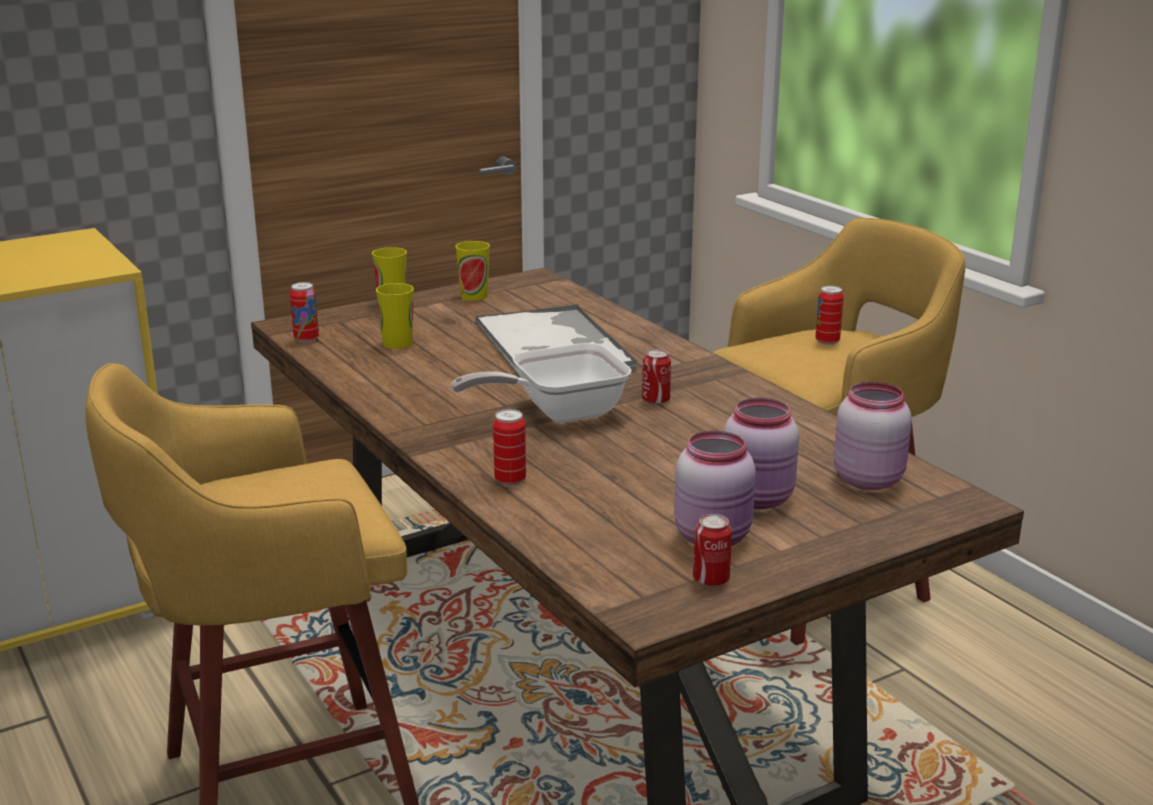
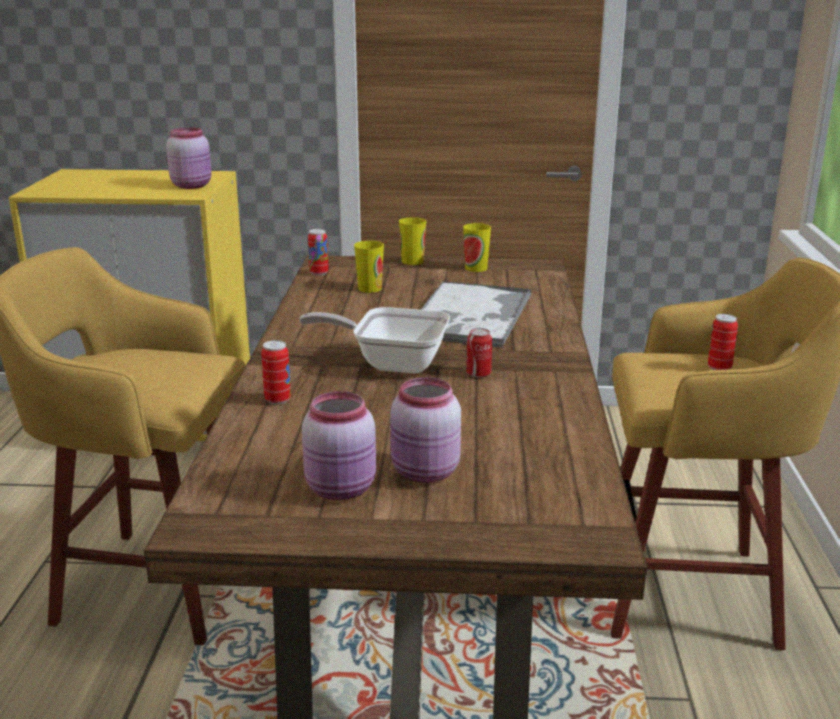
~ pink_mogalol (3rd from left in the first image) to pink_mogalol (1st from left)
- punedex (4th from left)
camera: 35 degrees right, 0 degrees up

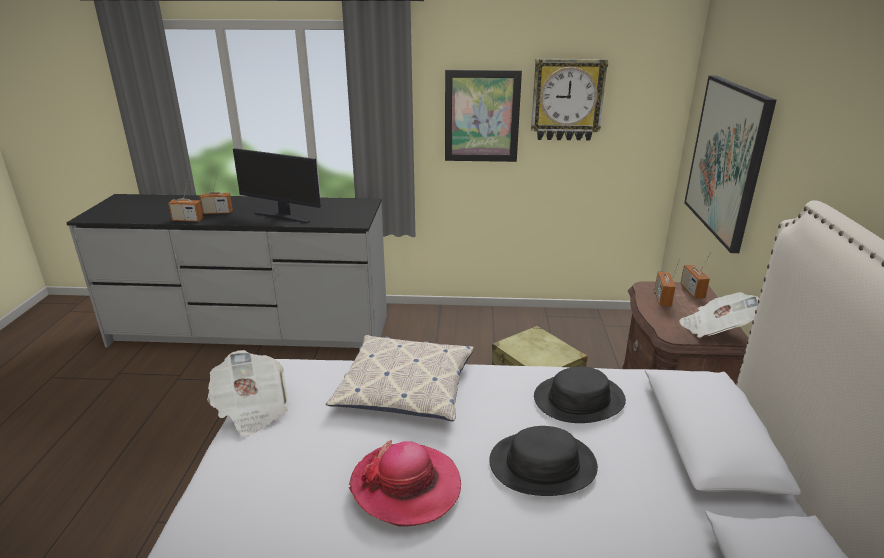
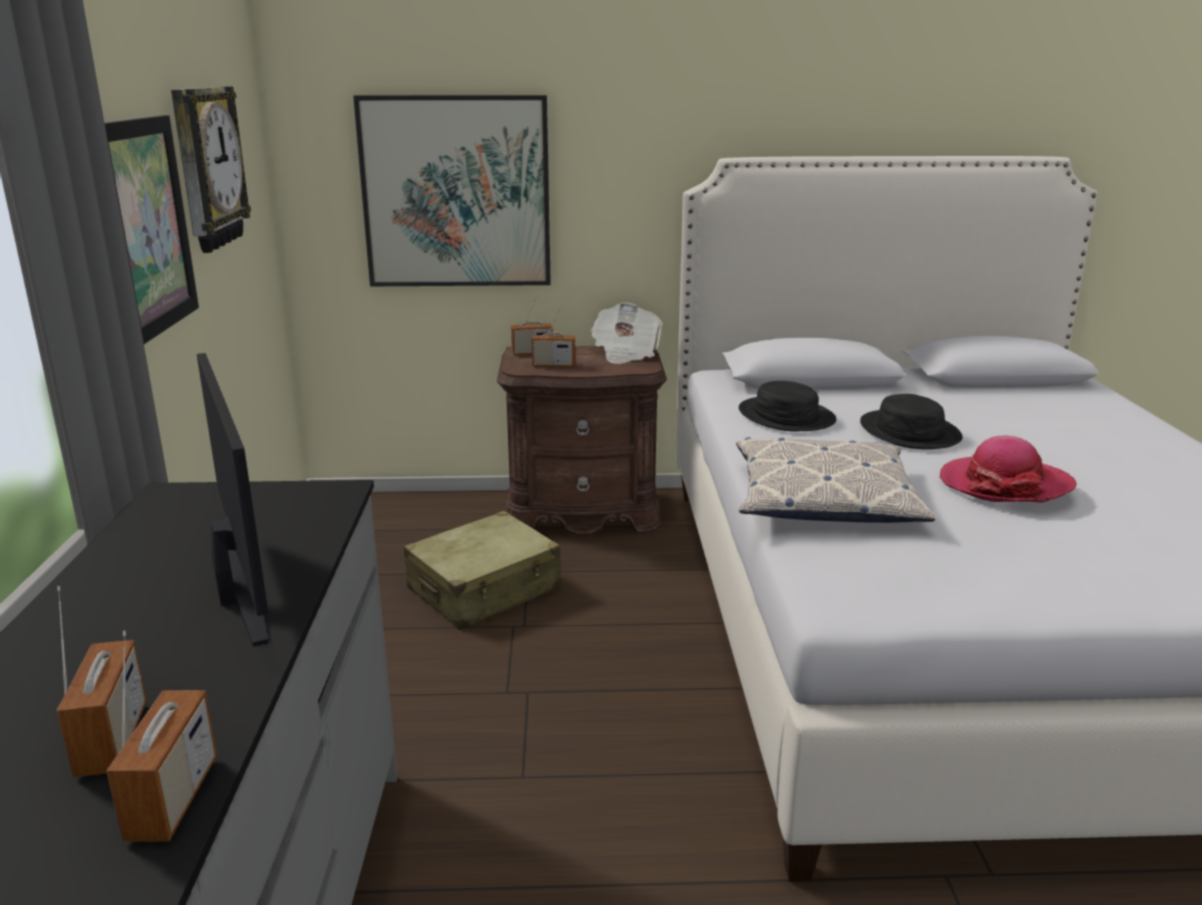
~ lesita 45 degrees counterclockwise
- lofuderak (1st from left)
camera: 95 degrees left, 5 degrees down

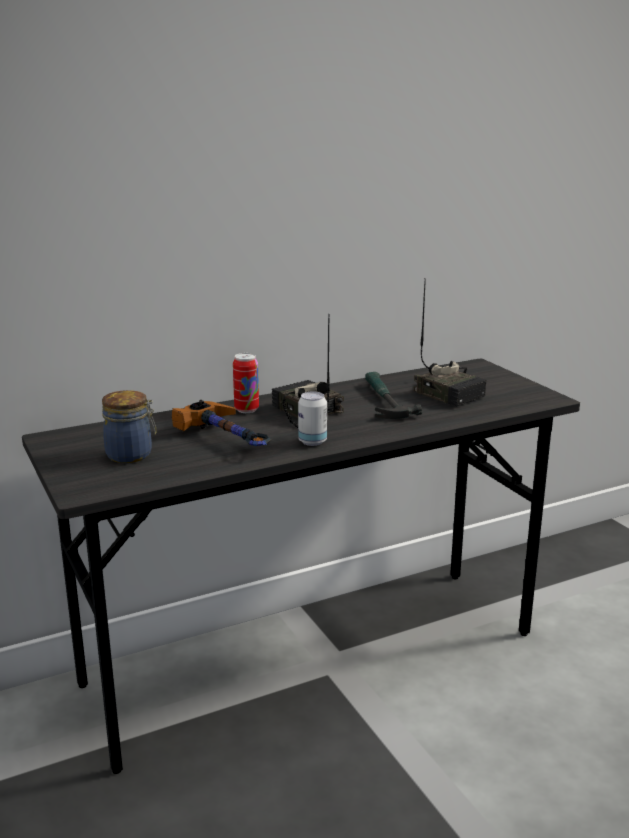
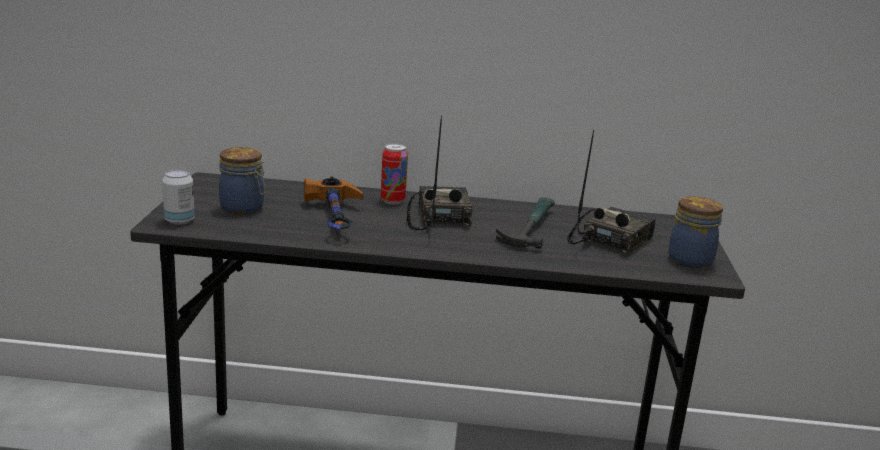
~ punedex (2nd from left in the first image) to punedex (1st from left)
~ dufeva (2nd from left) 135 degrees counterclockwise
+ mogalol (2nd from left)
camera: 30 degrees right, 0 degrees up

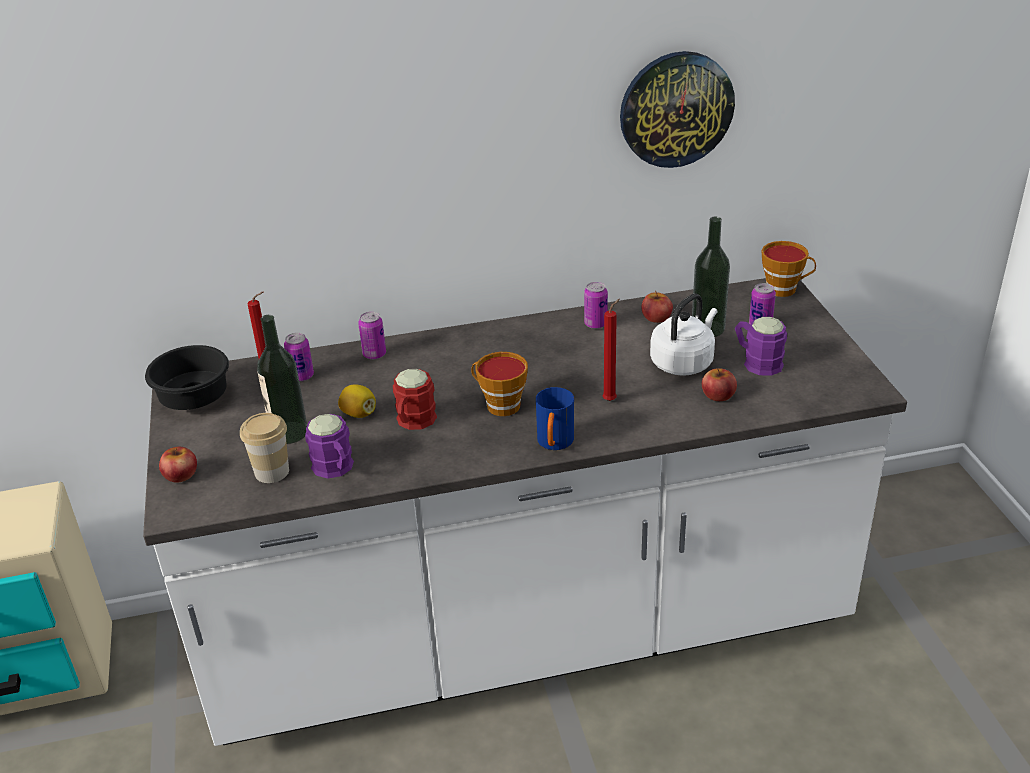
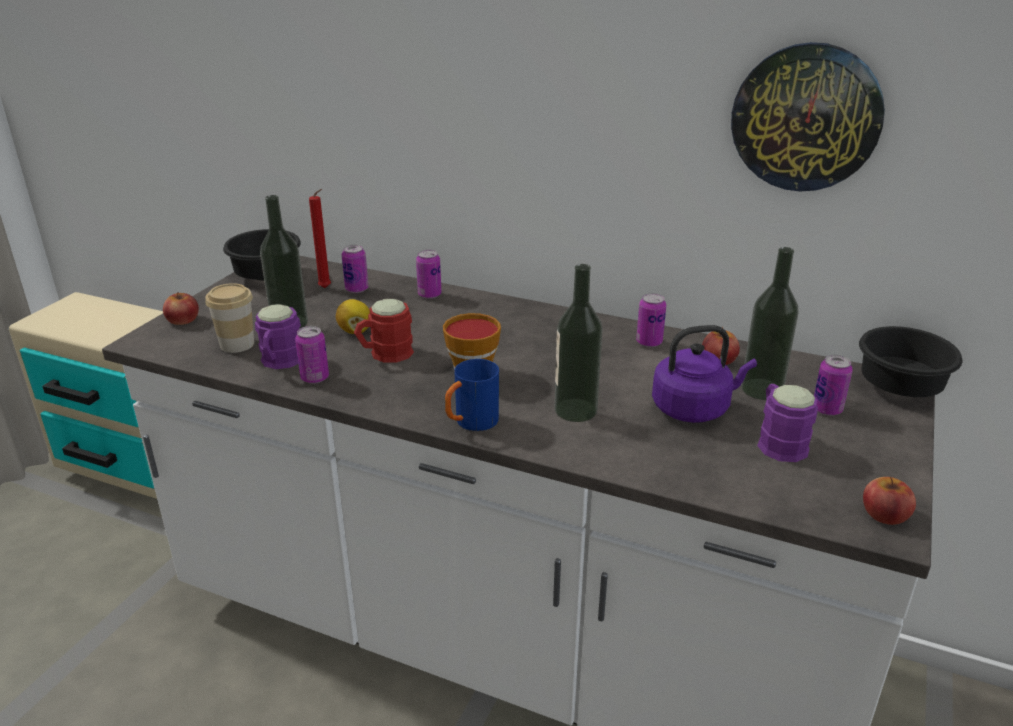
+ punedex (1st from left)
~ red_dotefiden (2nd from left) to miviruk (2nd from left)
~ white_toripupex to purple_toripupex
~ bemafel (3rd from left) to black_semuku (2nd from left)
~ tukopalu (3rd from left)
camera: 35 degrees right, 5 degrees down

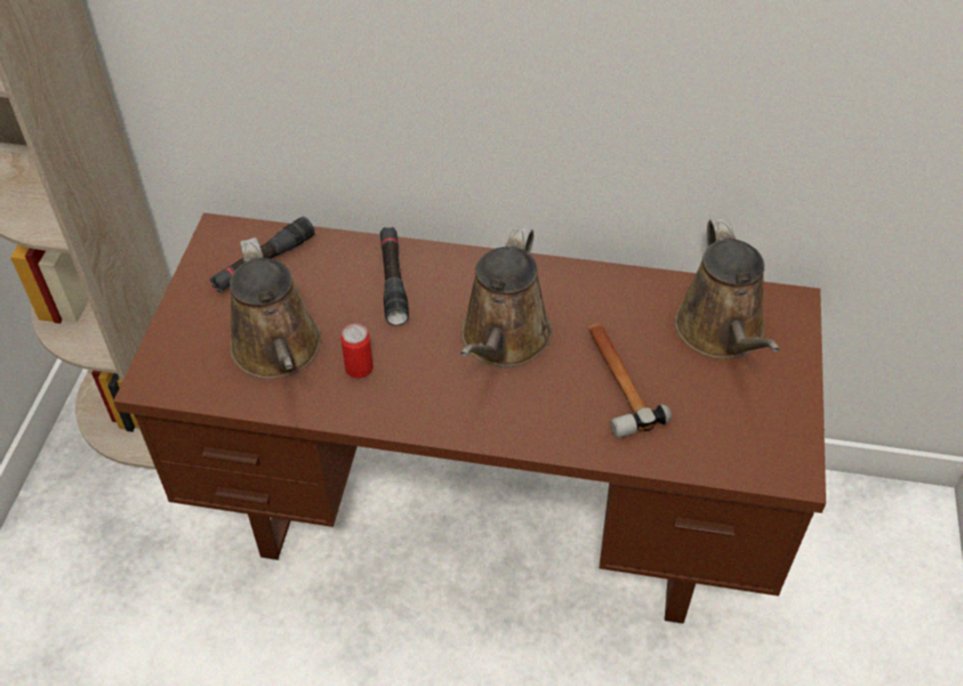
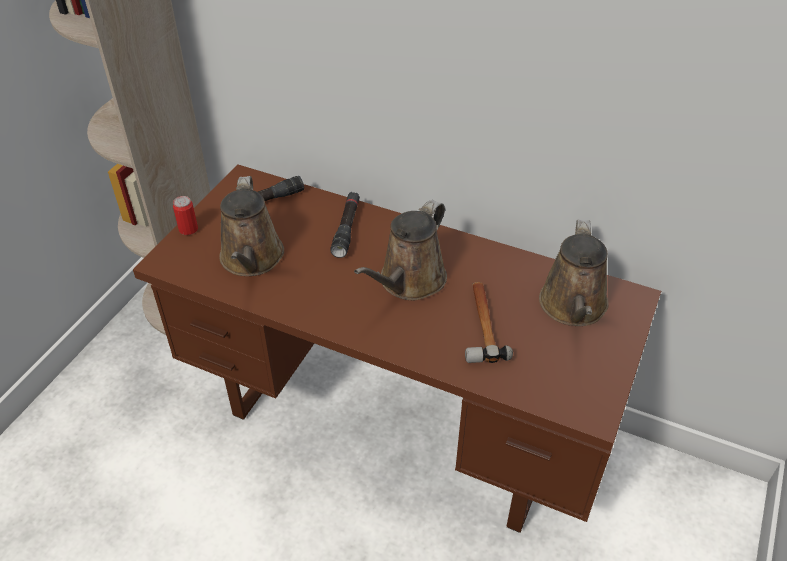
~ punedex
camera: 15 degrees right, 5 degrees down

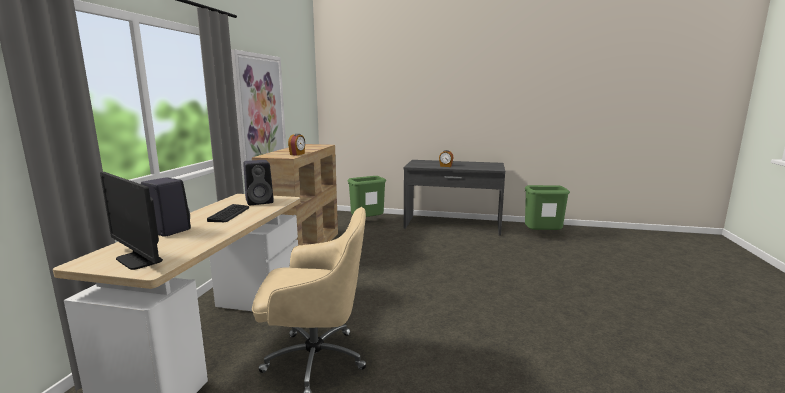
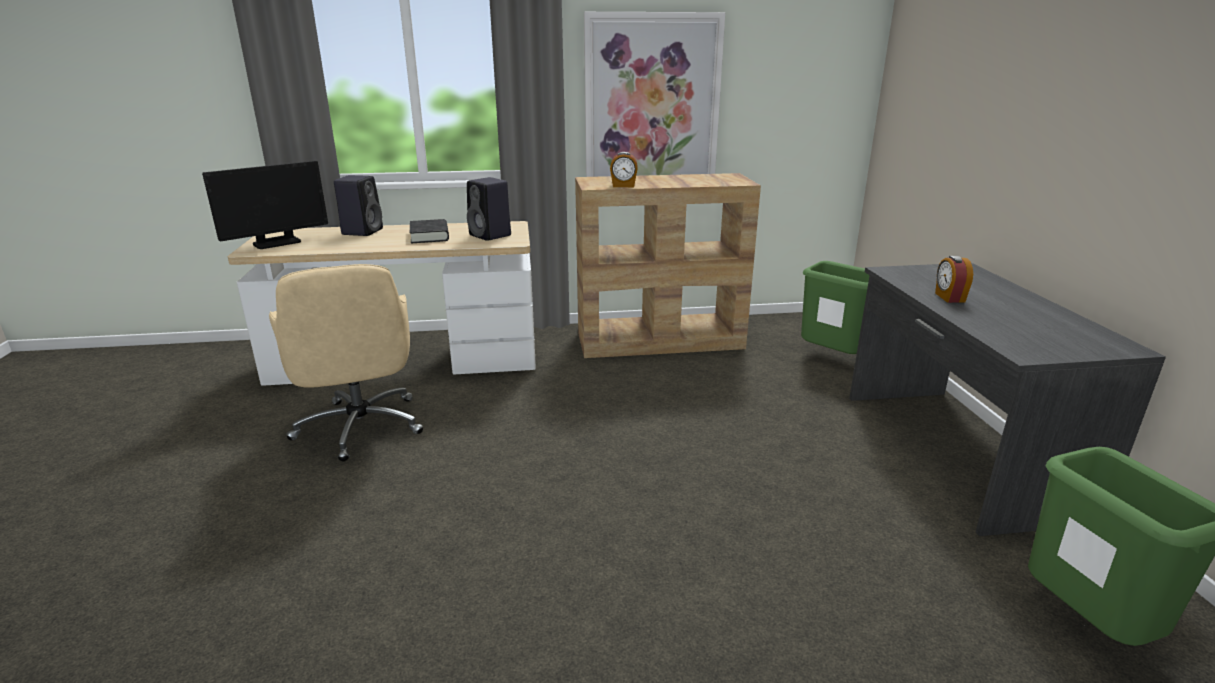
~ lesita 150 degrees counterclockwise
~ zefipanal to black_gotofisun
camera: 70 degrees right, 10 degrees up

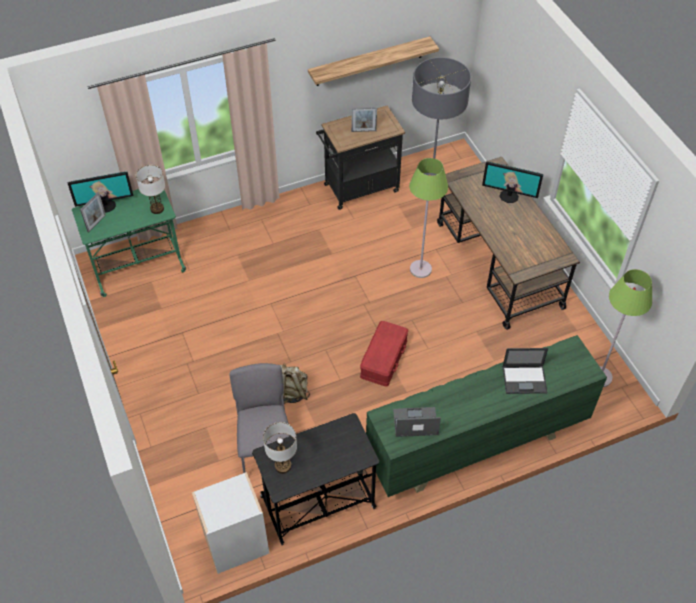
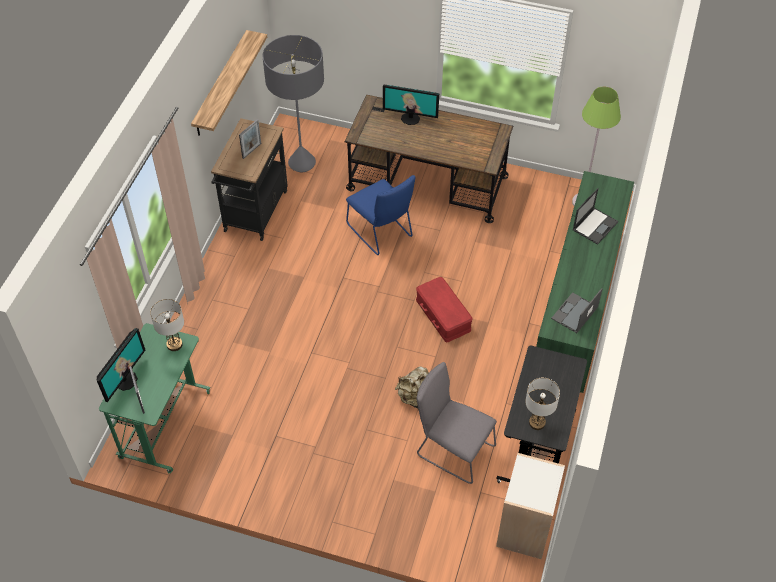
~ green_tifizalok (1st from left) to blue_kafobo
~ lesita (2nd from left) 45 degrees clockwise
camera: 50 degrees left, 0 degrees up

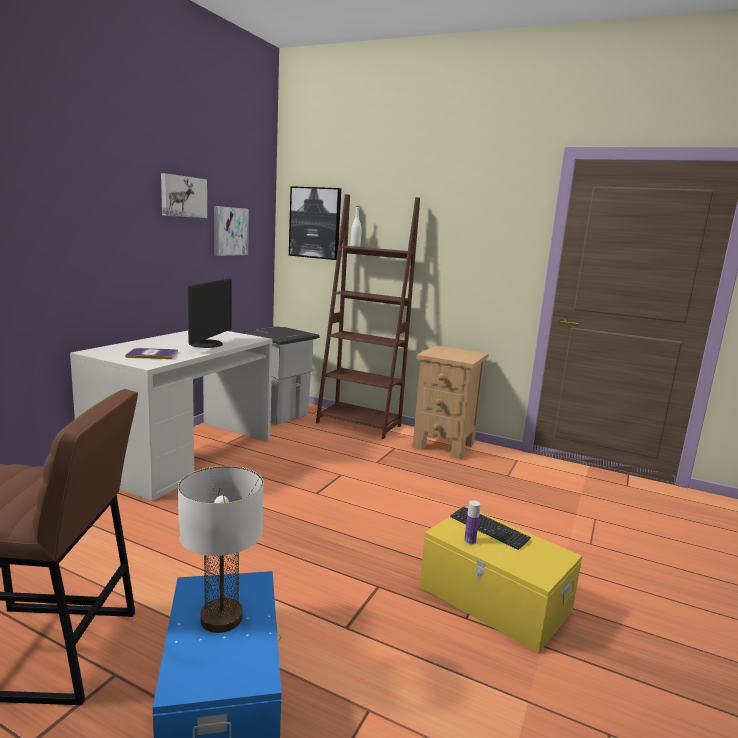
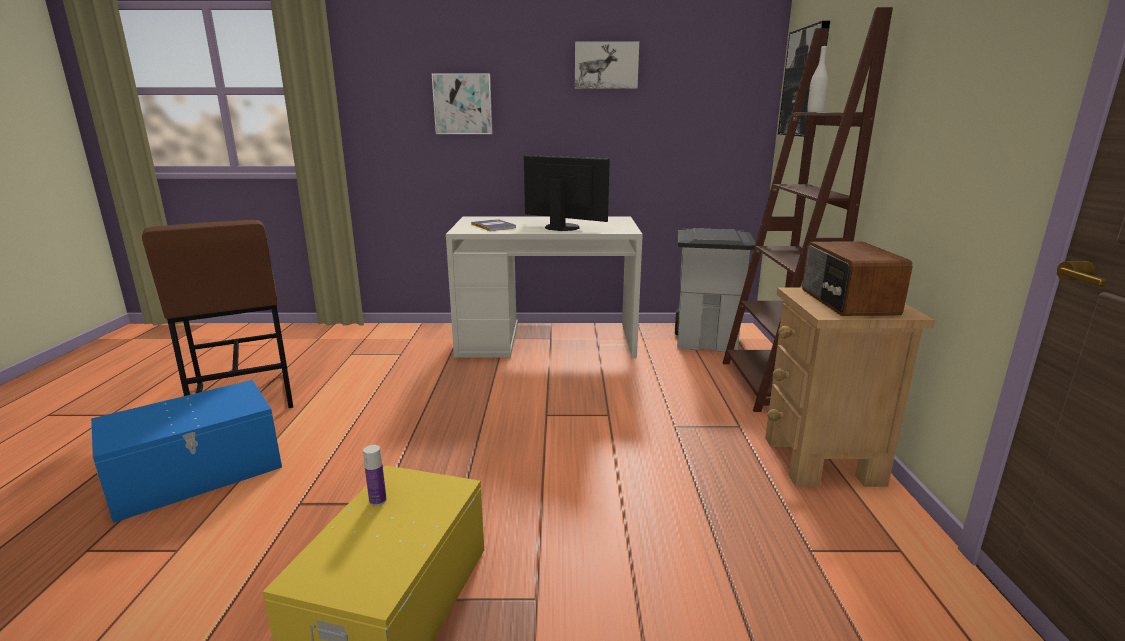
~ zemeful (2nd from left in the first image) to zemeful (1st from left)
~ lesita 135 degrees counterclockwise
+ dufeva
- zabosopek
- zefipanal
camera: 65 degrees right, 5 degrees up

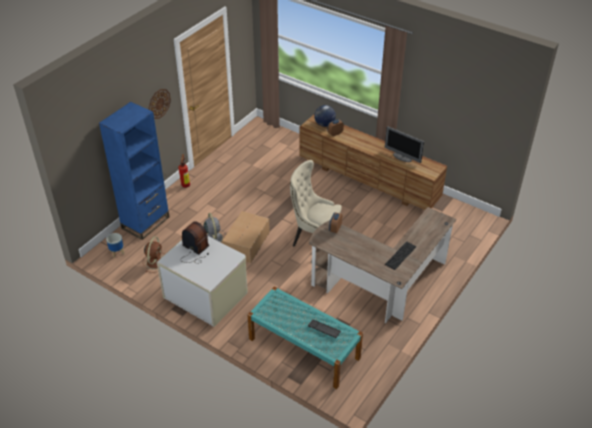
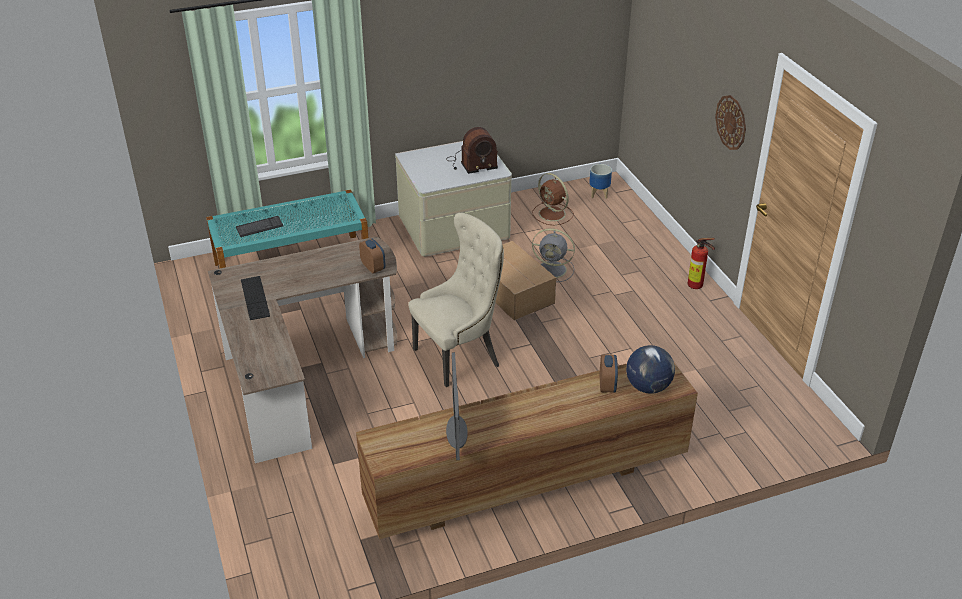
~ lesita 75 degrees counterclockwise
- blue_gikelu
camera: 125 degrees right, 5 degrees down

